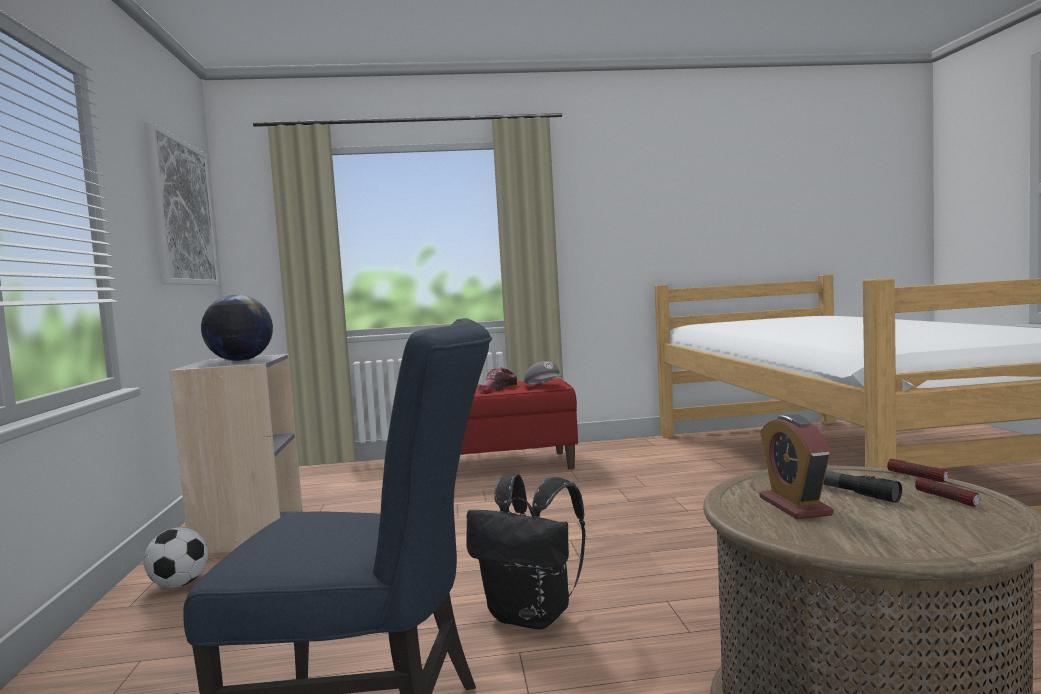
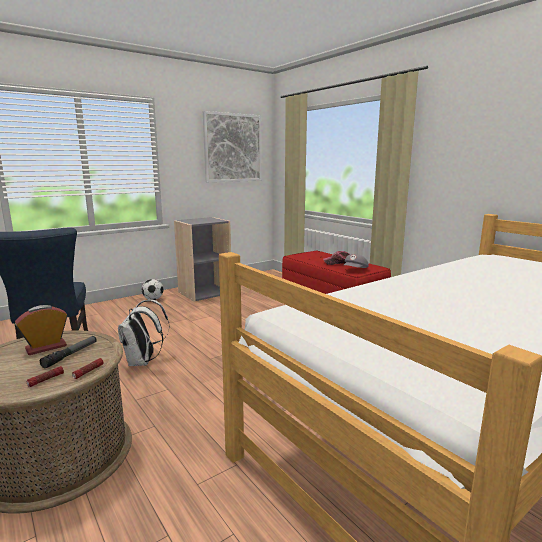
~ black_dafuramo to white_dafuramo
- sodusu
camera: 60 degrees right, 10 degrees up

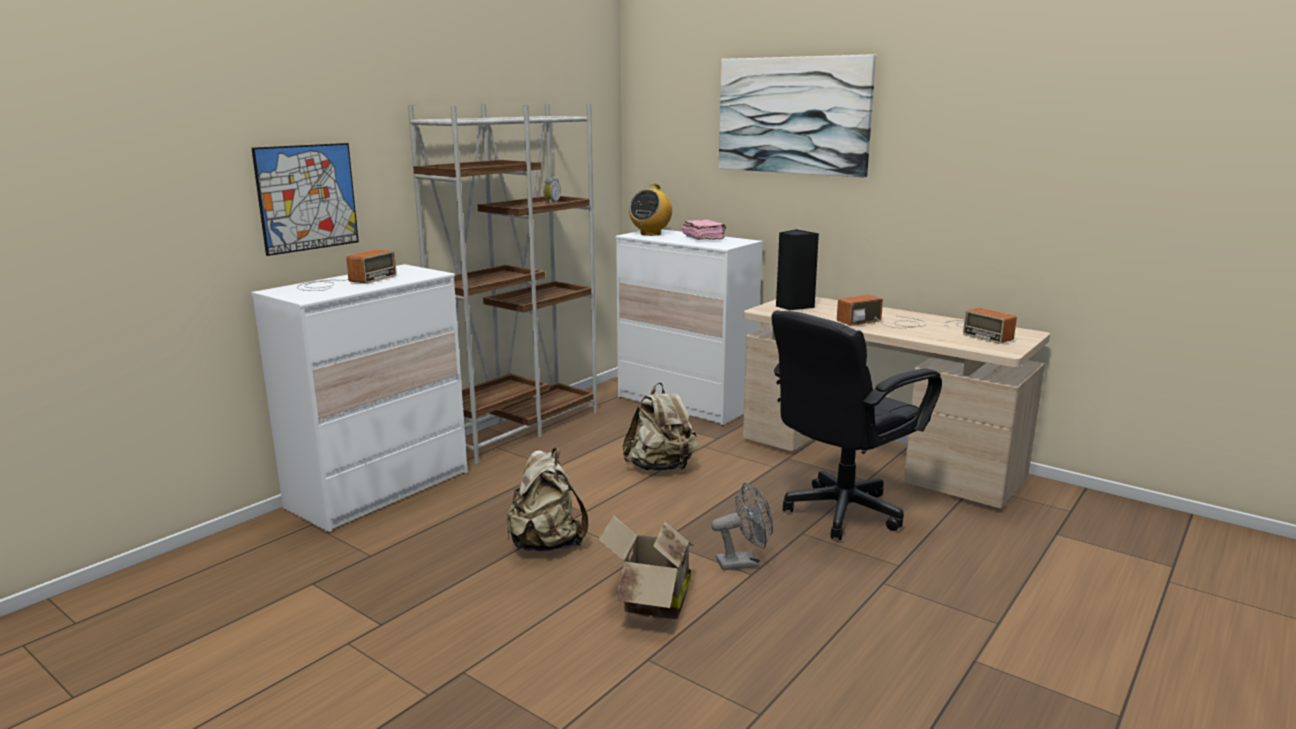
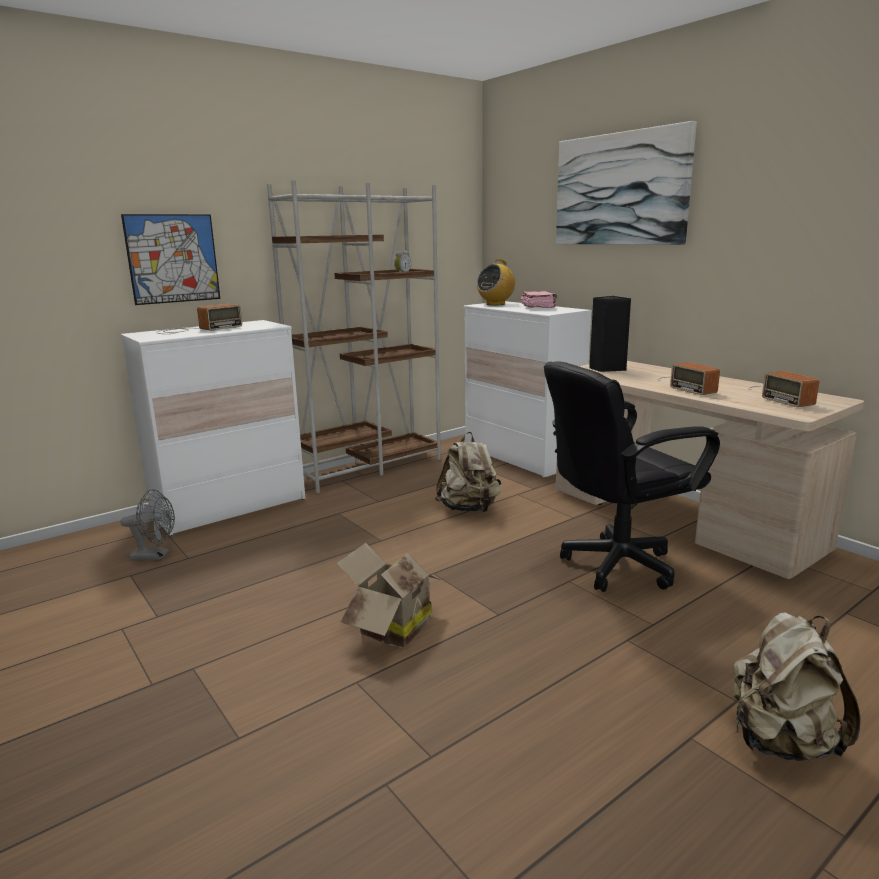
~ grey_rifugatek
~ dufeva (3rd from left) 105 degrees counterclockwise
~ beige_dafuramo (1st from left in the first image) to beige_dafuramo (2nd from left)
camera: 15 degrees right, 0 degrees up

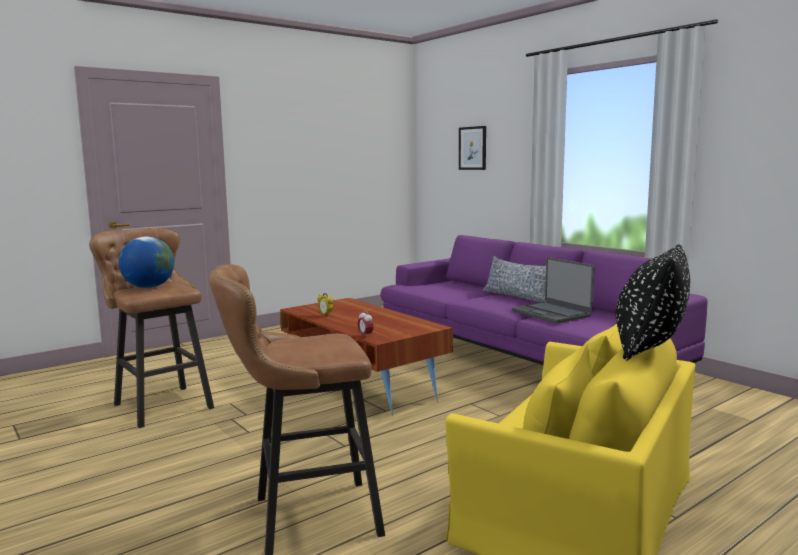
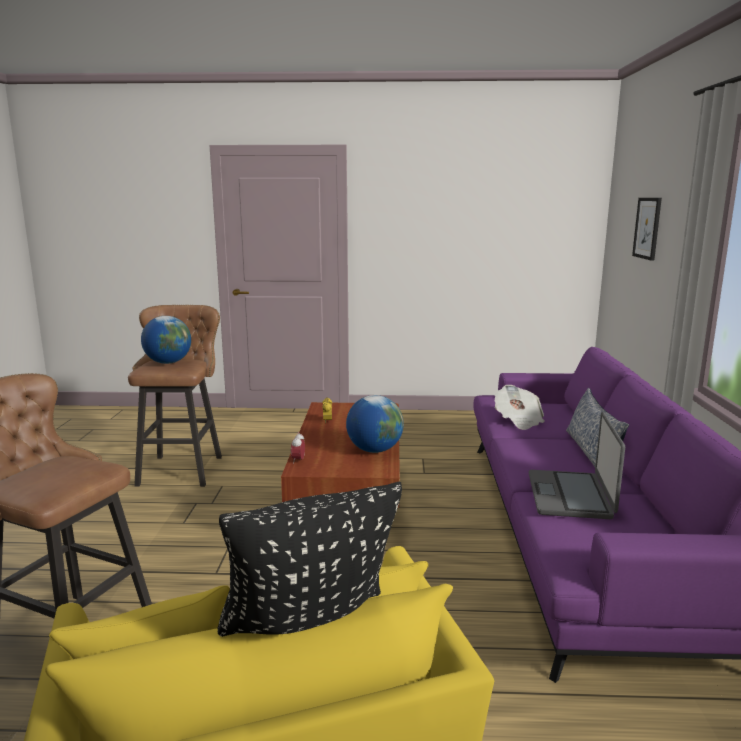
+ sodusu (2nd from left)
+ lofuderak
camera: 40 degrees right, 5 degrees up

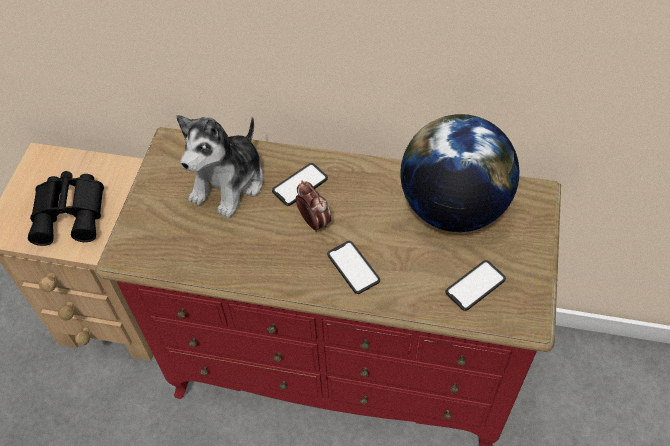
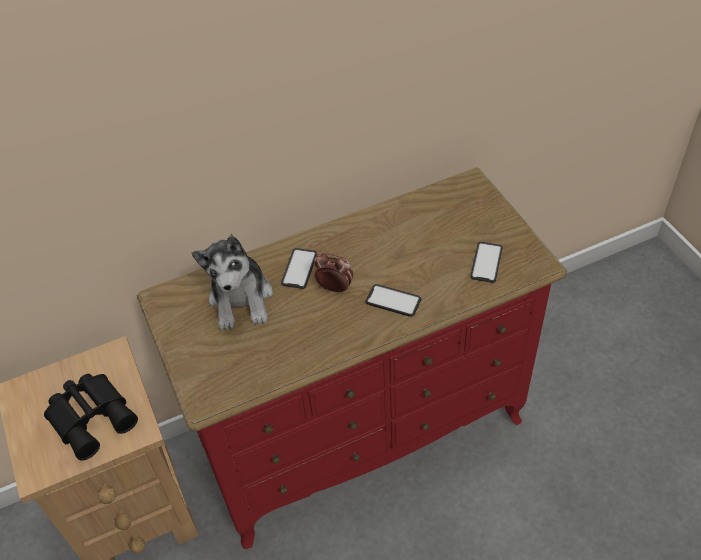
- sodusu
camera: 35 degrees left, 5 degrees down

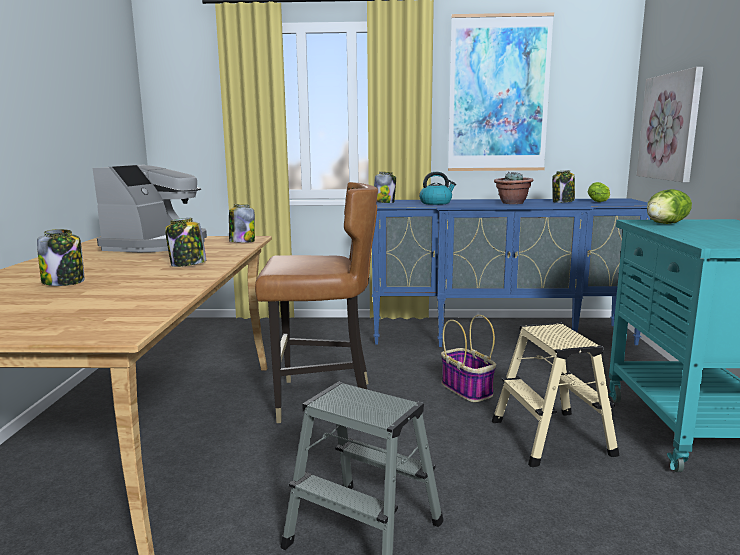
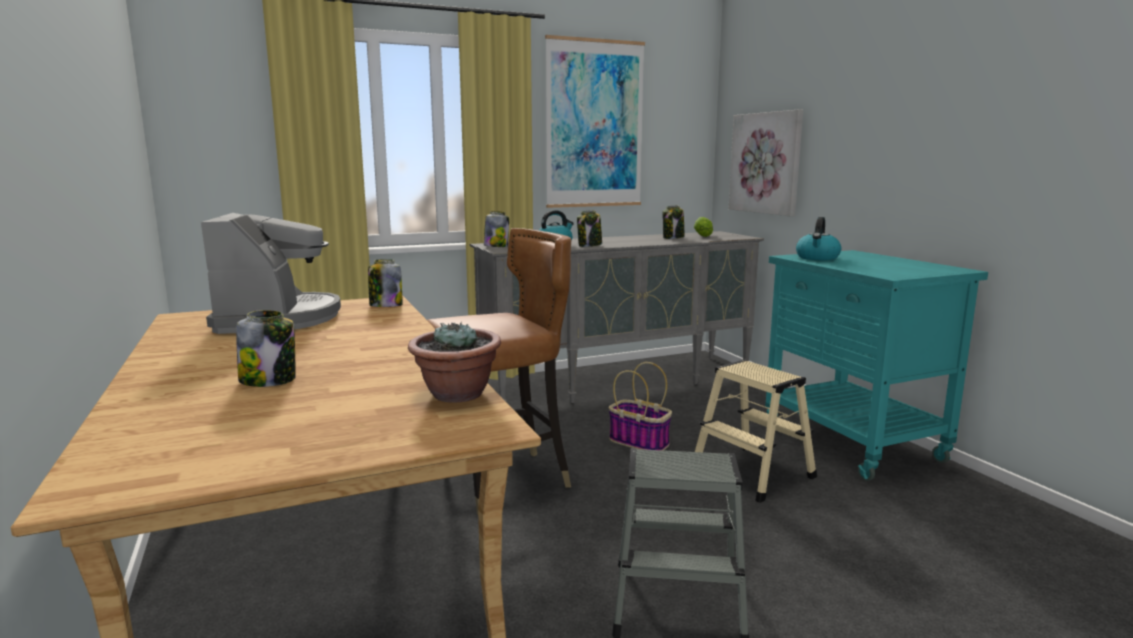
~ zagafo
~ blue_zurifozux to grey_zurifozux
~ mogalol (2nd from left in the first image) to mogalol (4th from left)
~ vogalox (2nd from left) to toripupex (2nd from left)
camera: 25 degrees left, 0 degrees up

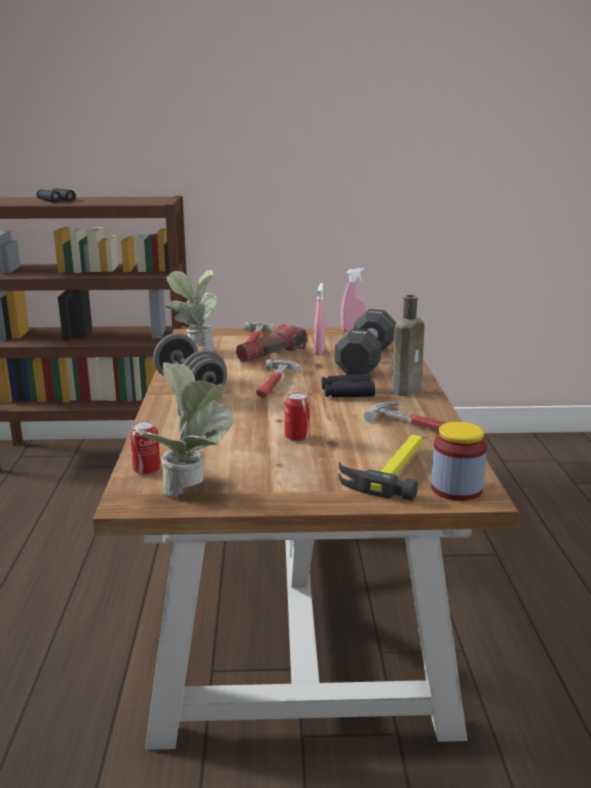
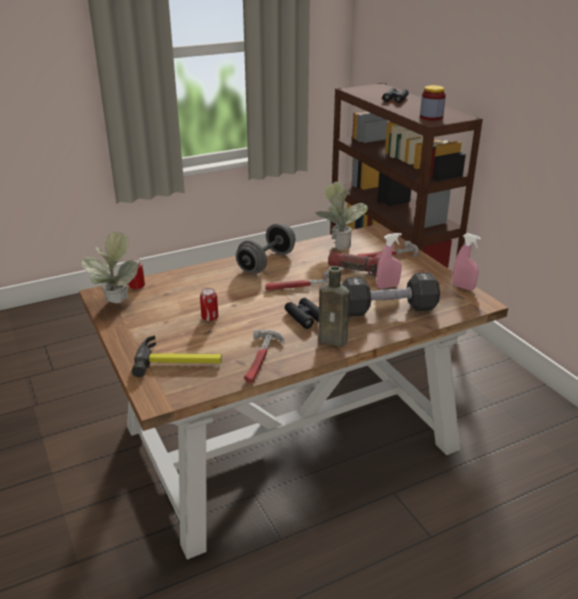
~ mogalol
camera: 65 degrees right, 10 degrees up

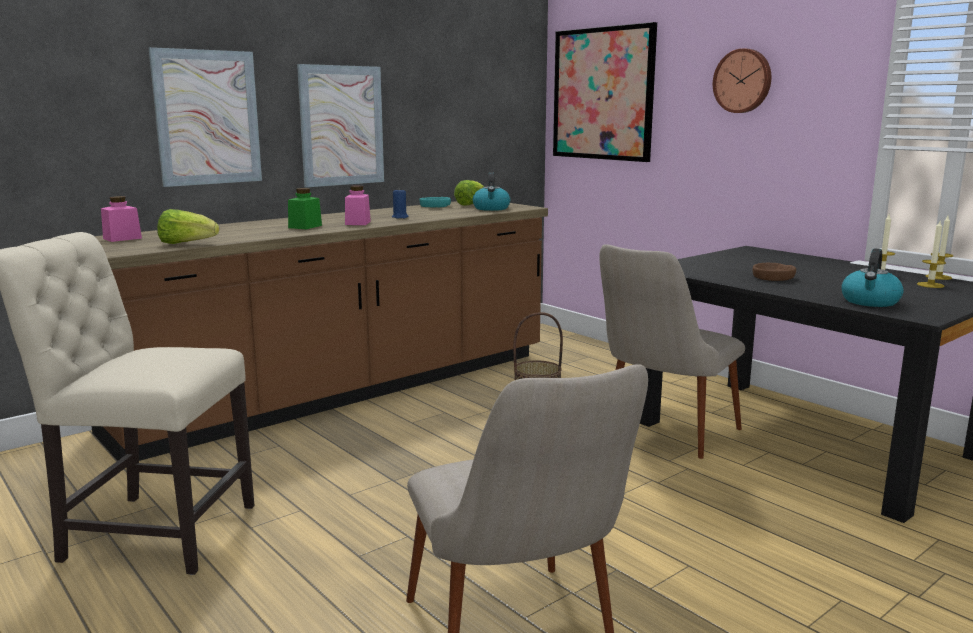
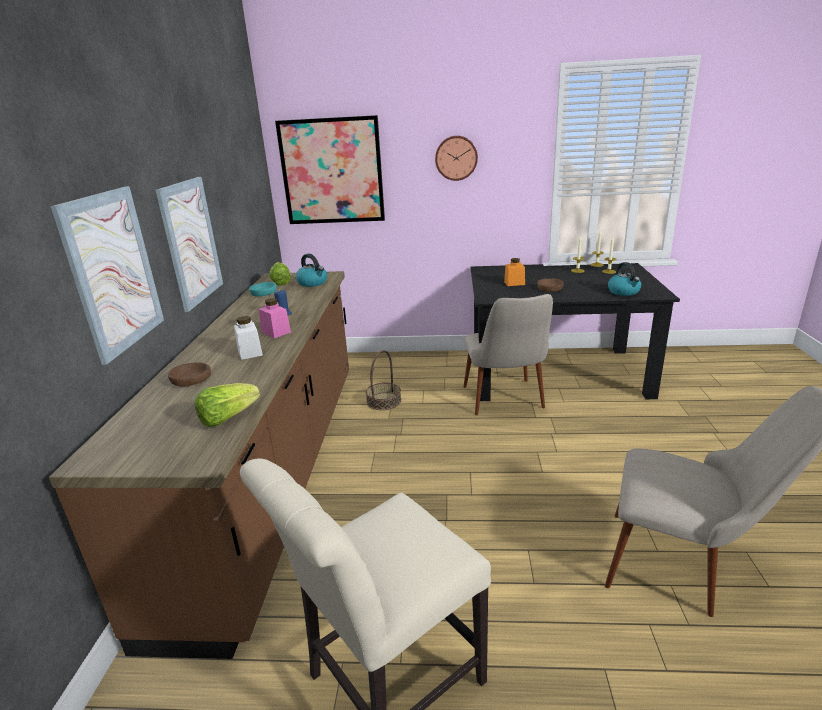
+ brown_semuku (1st from left)
~ green_mogalol to white_mogalol
+ orange_mogalol
- pink_mogalol (1st from left)
camera: 45 degrees left, 10 degrees up

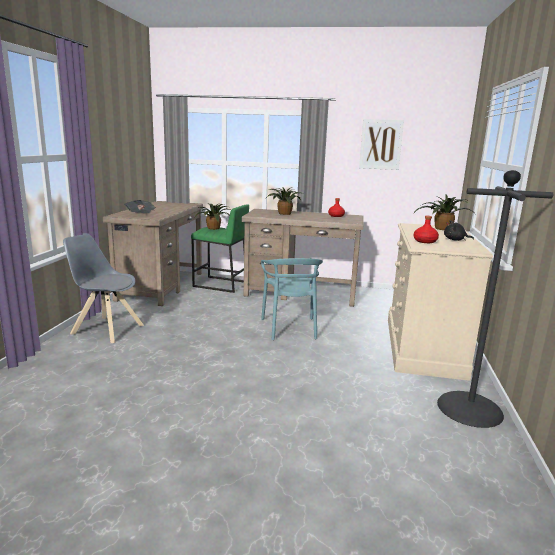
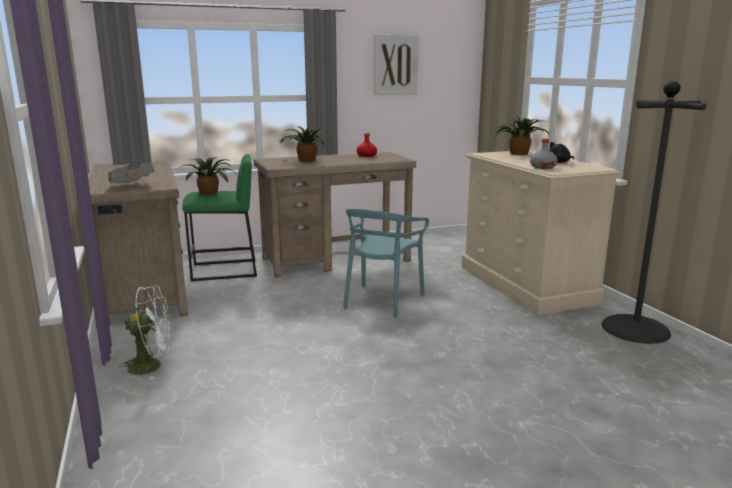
~ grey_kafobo to white_rifugatek
~ turquoise_kafobo 60 degrees clockwise
~ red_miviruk (2nd from left) to grey_miviruk
camera: 30 degrees left, 0 degrees up

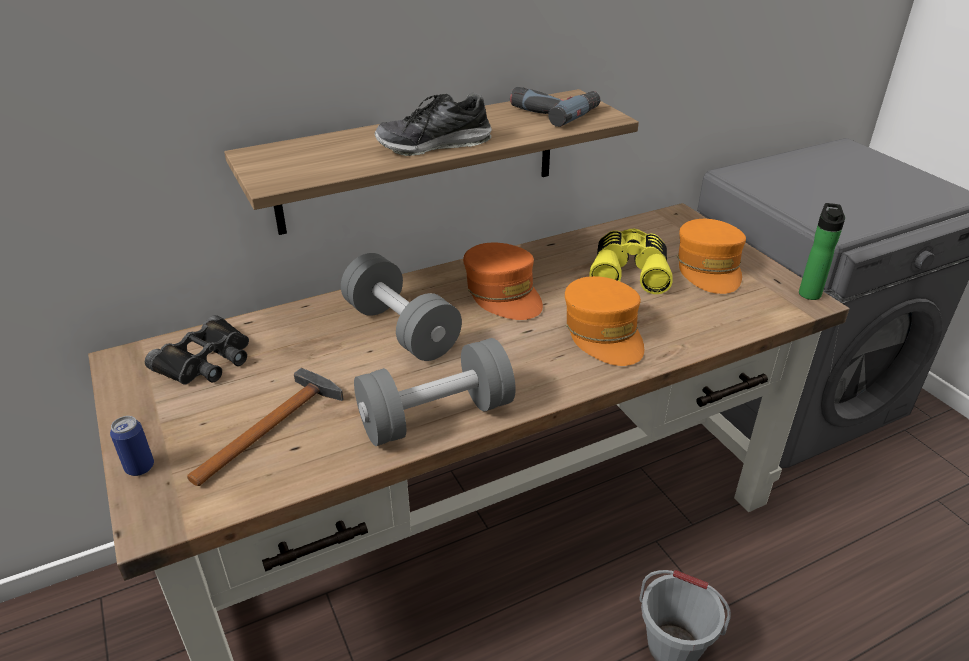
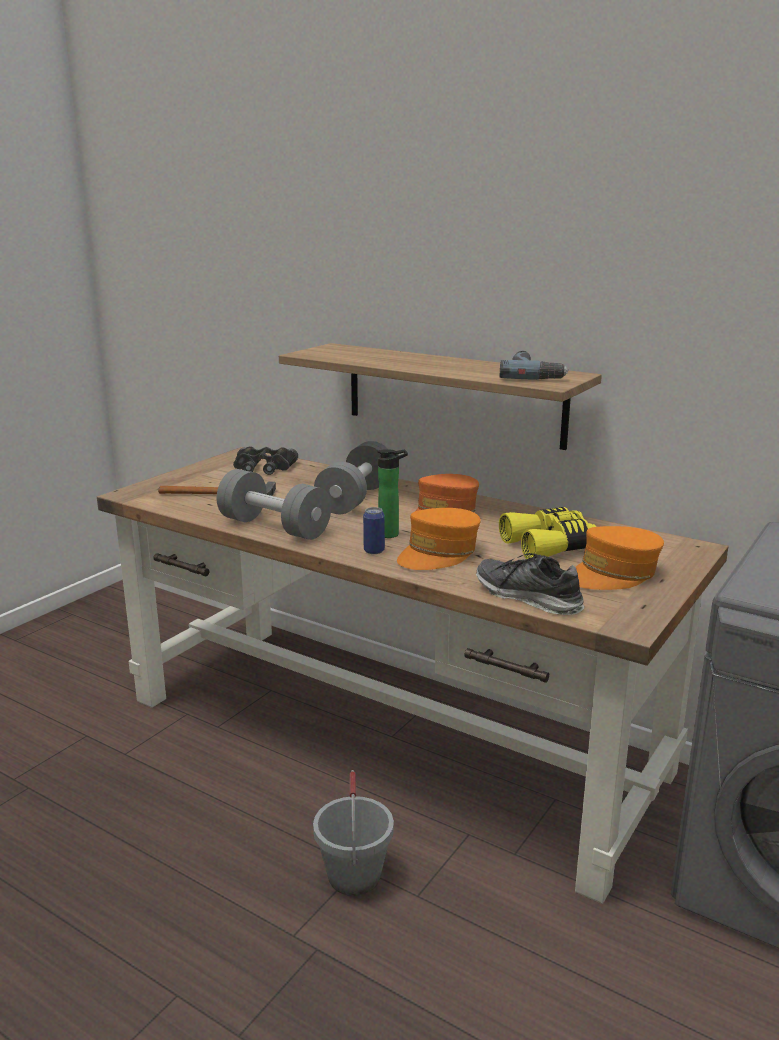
~ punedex
~ miviruk
~ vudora
camera: 60 degrees right, 15 degrees down

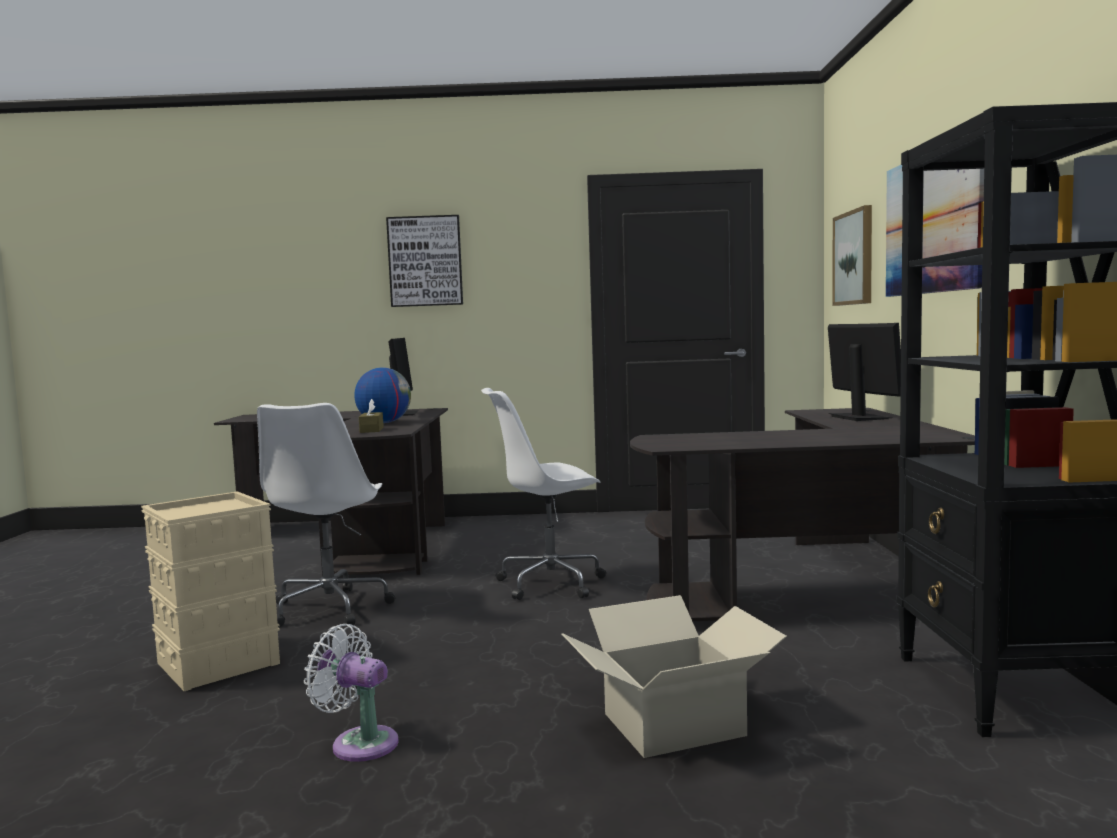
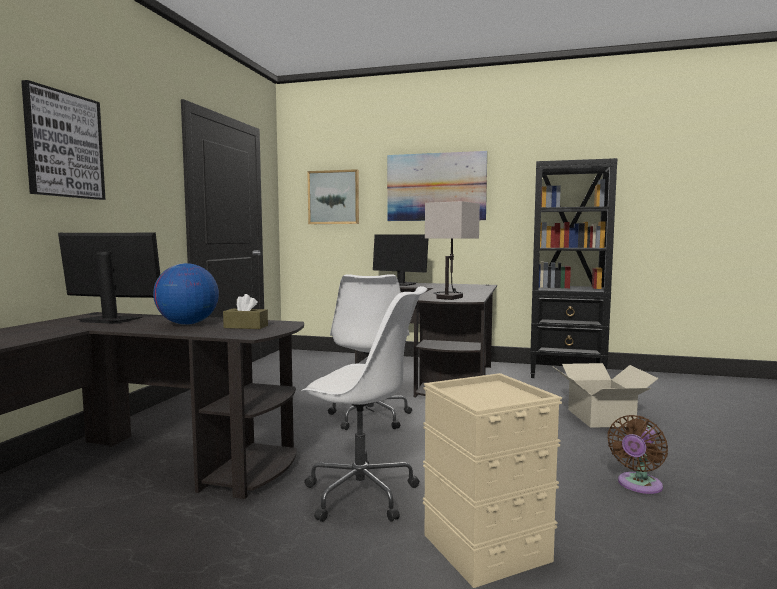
~ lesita (2nd from left) 150 degrees counterclockwise
+ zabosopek
~ white_rifugatek to brown_rifugatek
camera: 75 degrees left, 0 degrees up

